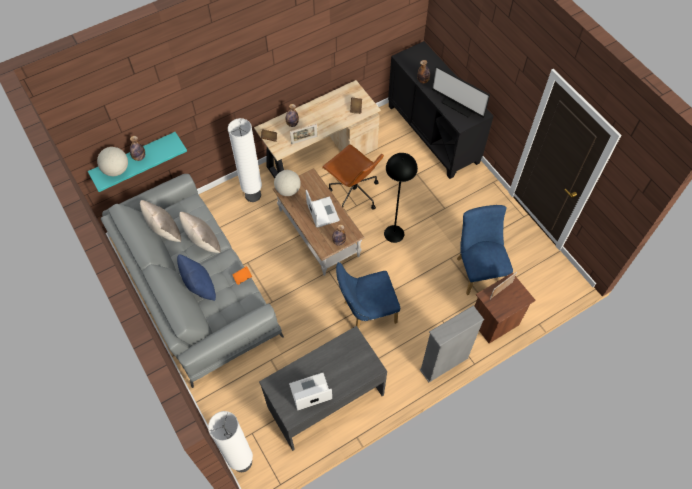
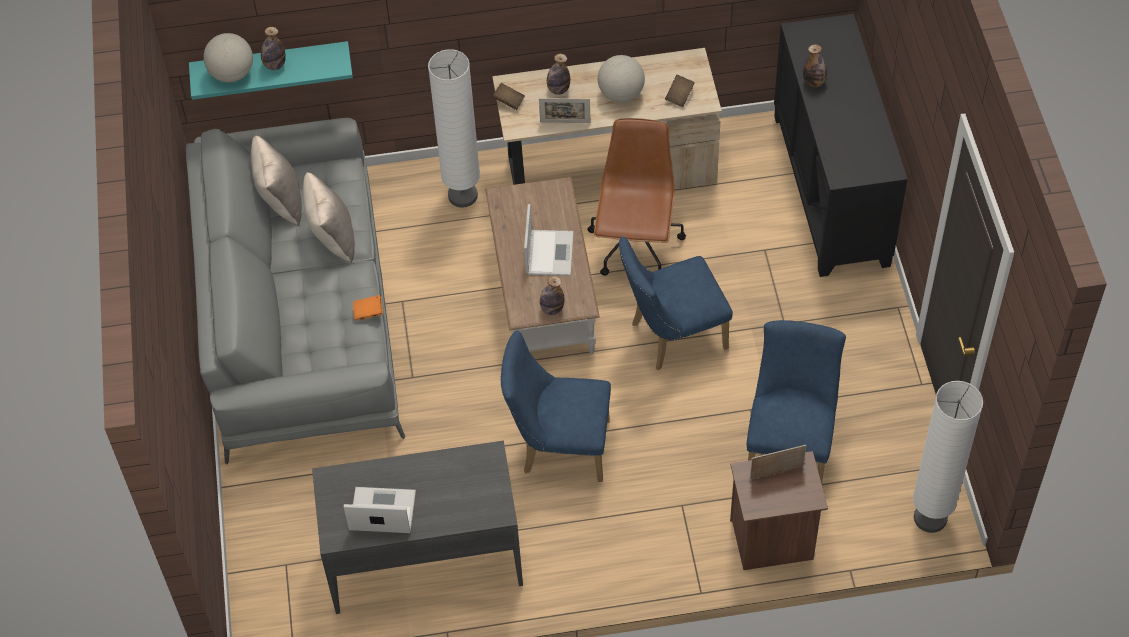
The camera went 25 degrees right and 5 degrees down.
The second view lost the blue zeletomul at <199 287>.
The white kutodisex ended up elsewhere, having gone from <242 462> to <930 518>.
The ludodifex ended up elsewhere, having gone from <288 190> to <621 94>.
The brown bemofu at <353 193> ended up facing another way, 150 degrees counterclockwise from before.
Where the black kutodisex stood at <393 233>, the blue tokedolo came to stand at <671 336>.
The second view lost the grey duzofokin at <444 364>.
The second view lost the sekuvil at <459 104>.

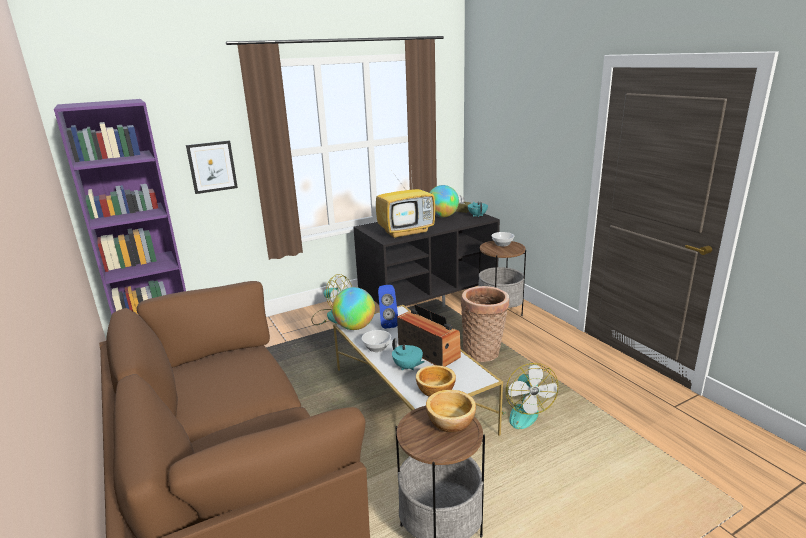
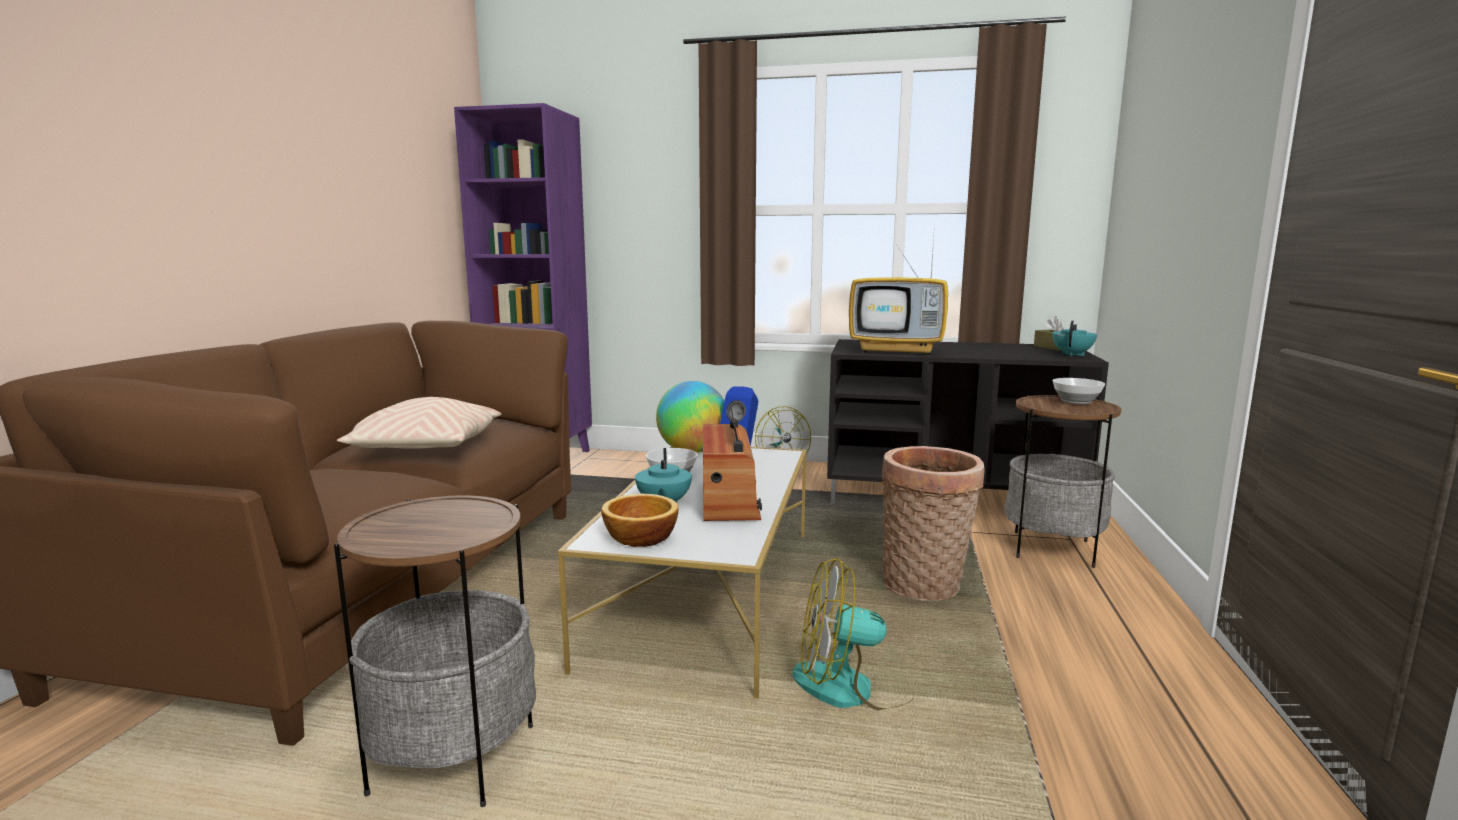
The camera went 40 degrees right and 10 degrees down.
The second view lost the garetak at <212 167>.
The second view lost the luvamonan at <451 421>.
The second view lost the ludodifex at <443 216>.
The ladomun at <520 412> ended up facing another way, 60 degrees clockwise from before.
The second view gained the beige zeletomul at <427 448>.

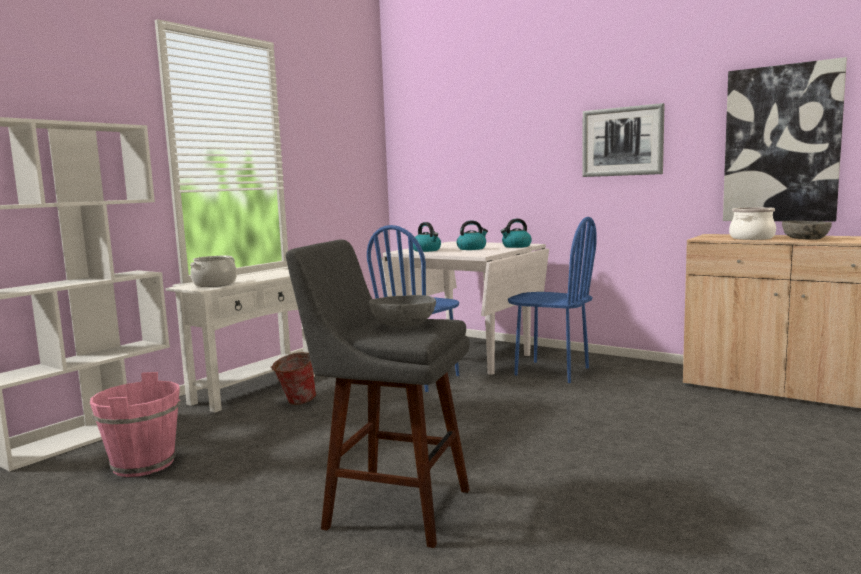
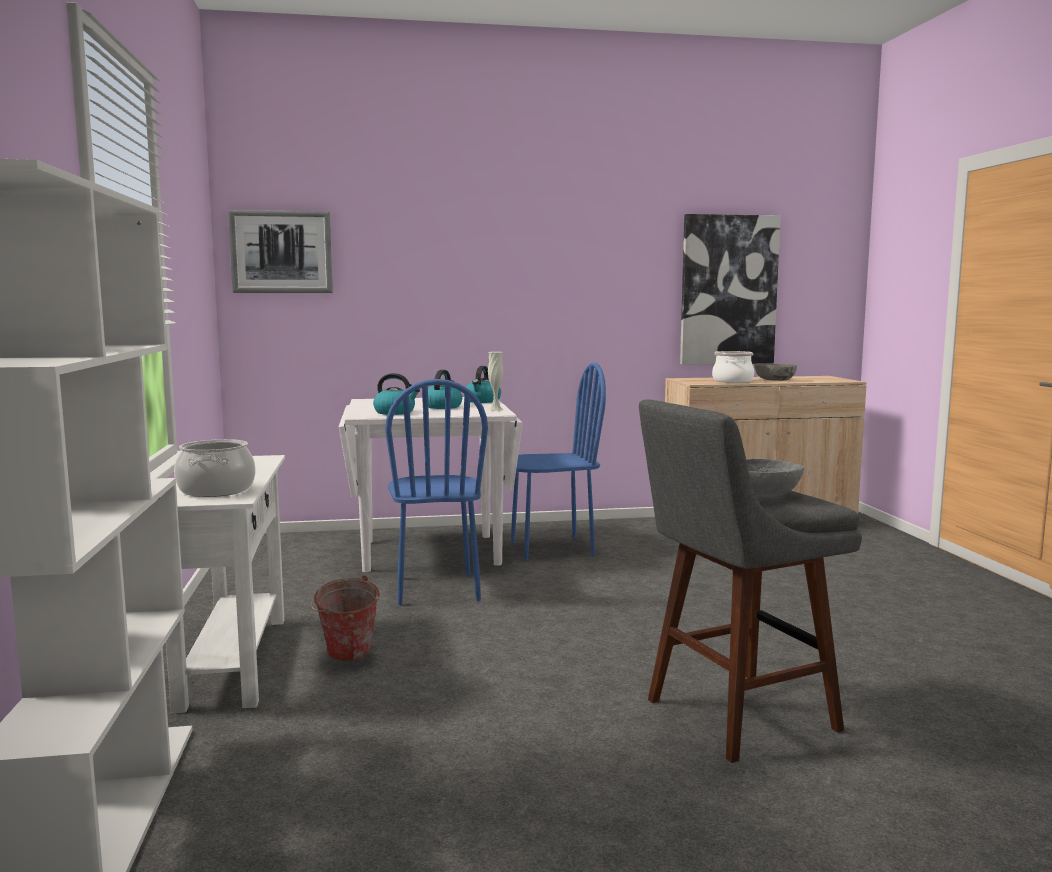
The camera went 45 degrees left and 0 degrees up.
The second view lost the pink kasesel at <144 464>.
The garetak ended up elsewhere, having gone from <622 141> to <281 252>.
The second view gained the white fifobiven at <495 409>.

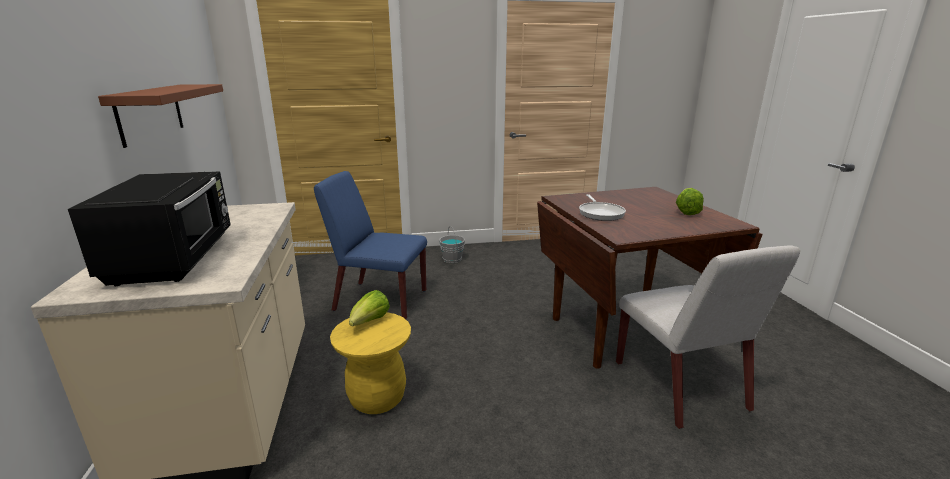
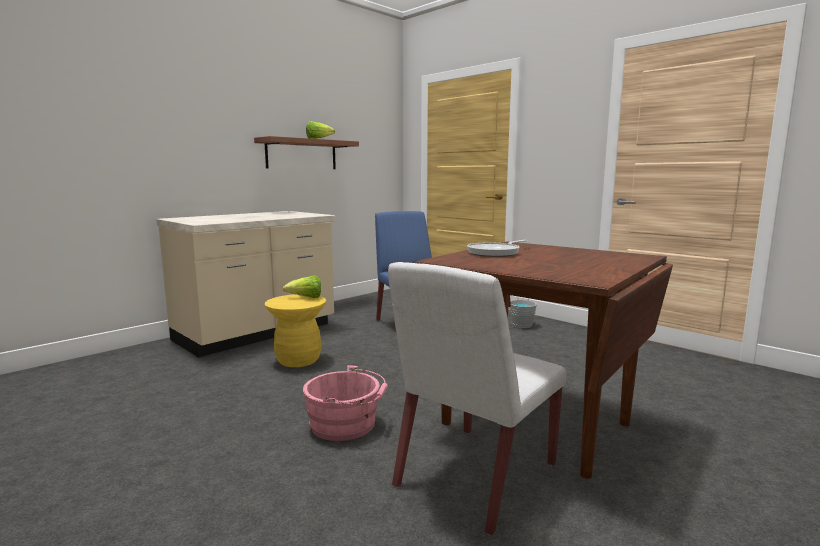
The camera went 55 degrees right and 10 degrees down.
The second view lost the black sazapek at <175 259>.
The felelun ended up elsewhere, having gone from <686 211> to <318 139>.
The second view gained the pink kasesel at <347 424>.

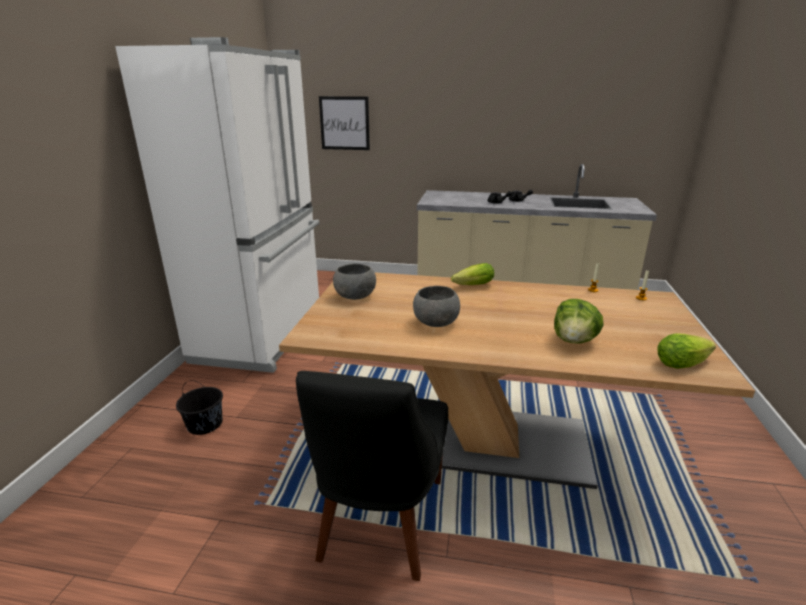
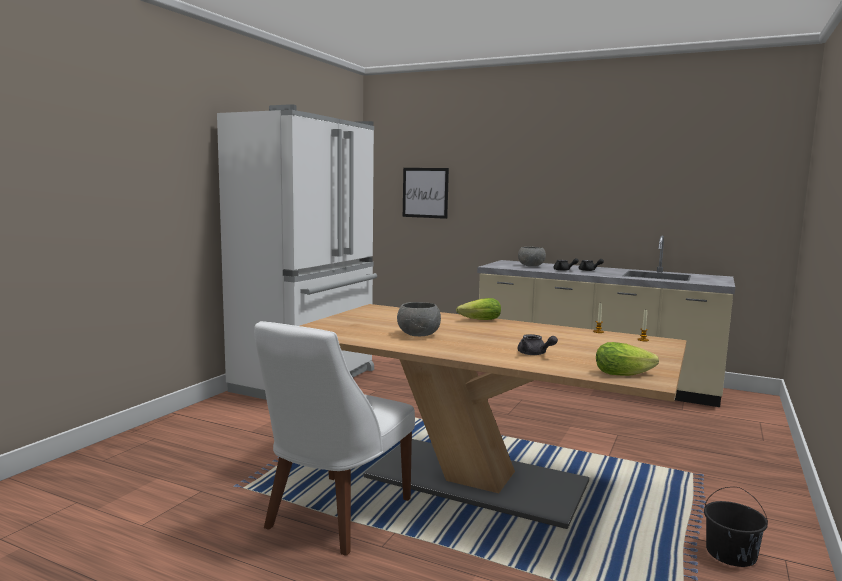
The camera went 15 degrees right and 15 degrees down.
The black kasesel ended up elsewhere, having gone from <205 424> to <731 554>.
What was the black tokedolo at <379 523> turned into the white tokedolo at <334 516>.
The grey luvamonan ended up elsewhere, having gone from <355 296> to <531 266>.
Where the felelun stood at <574 341>, the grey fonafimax came to stand at <534 354>.

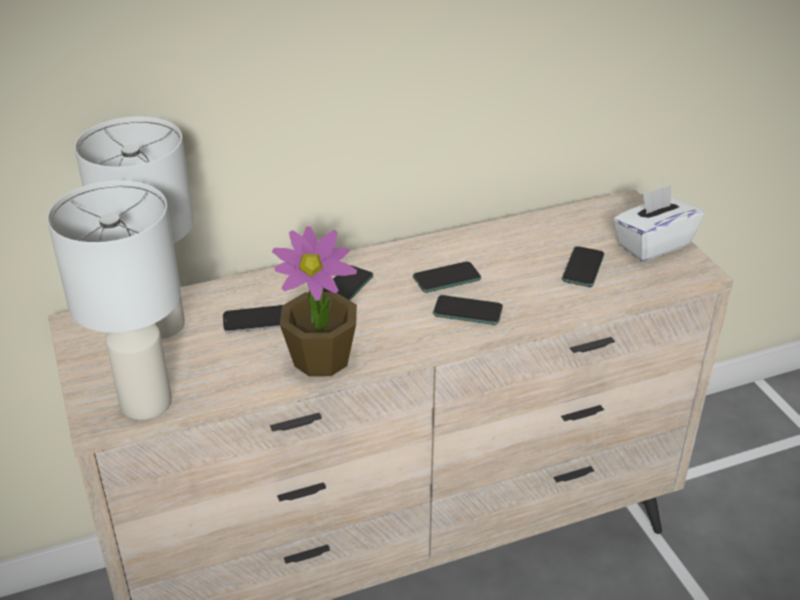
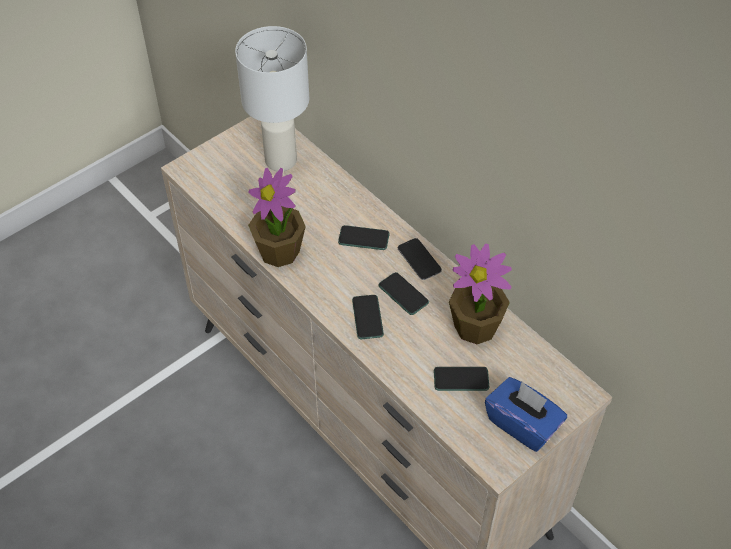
The camera went 70 degrees right and 15 degrees up.
The second view lost the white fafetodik at <146 401>.
The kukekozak ended up elsewhere, having gone from <257 320> to <419 260>.
What was the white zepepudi at <652 244> turned into the blue zepepudi at <522 424>.
The second view gained the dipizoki at <476 326>.

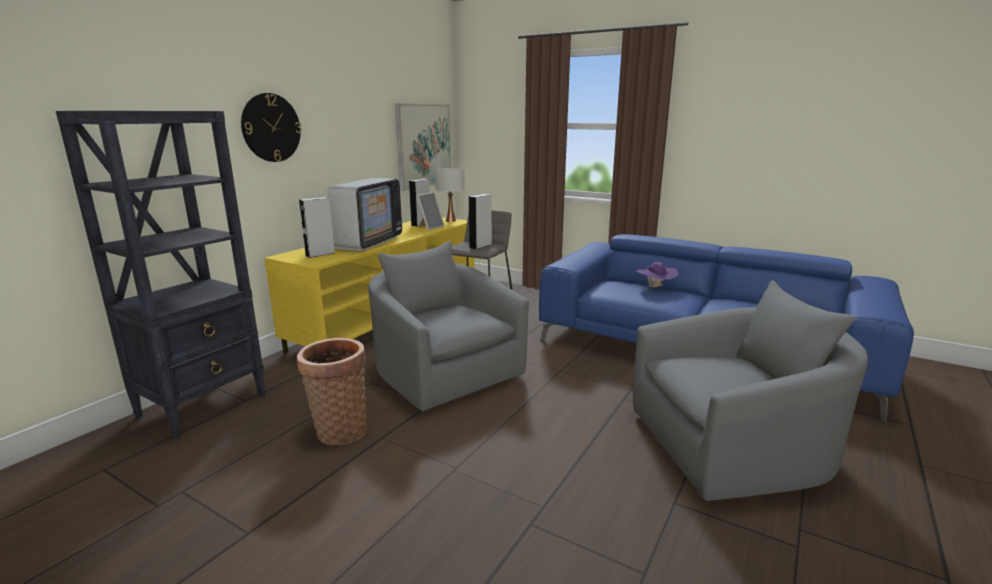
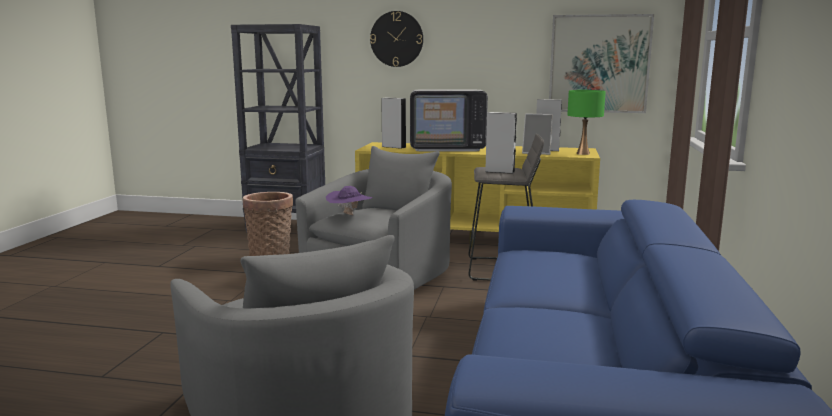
The camera went 70 degrees right and 5 degrees down.
What was the white fafetodik at <451 221> turned into the green fafetodik at <583 153>.
The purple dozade ended up elsewhere, having gone from <655 288> to <349 216>.

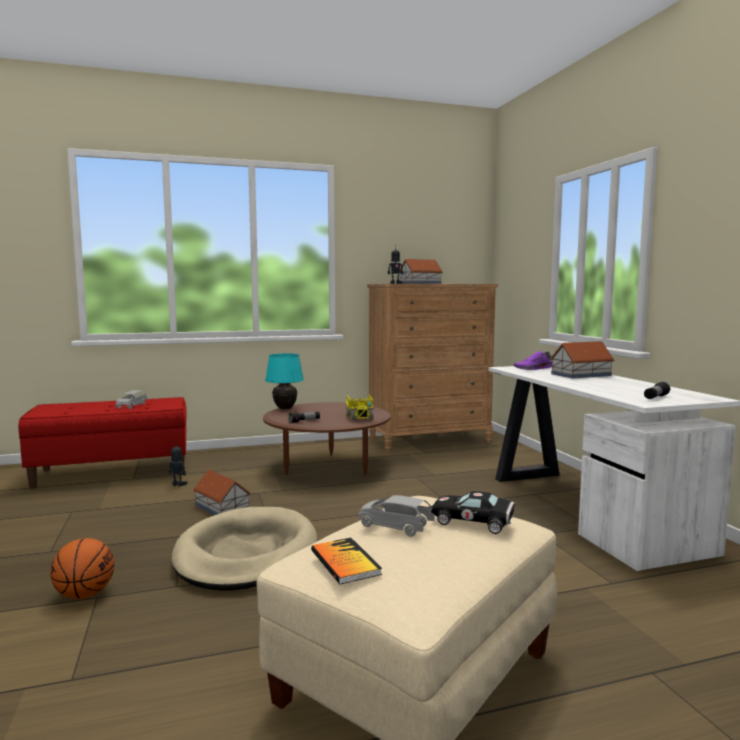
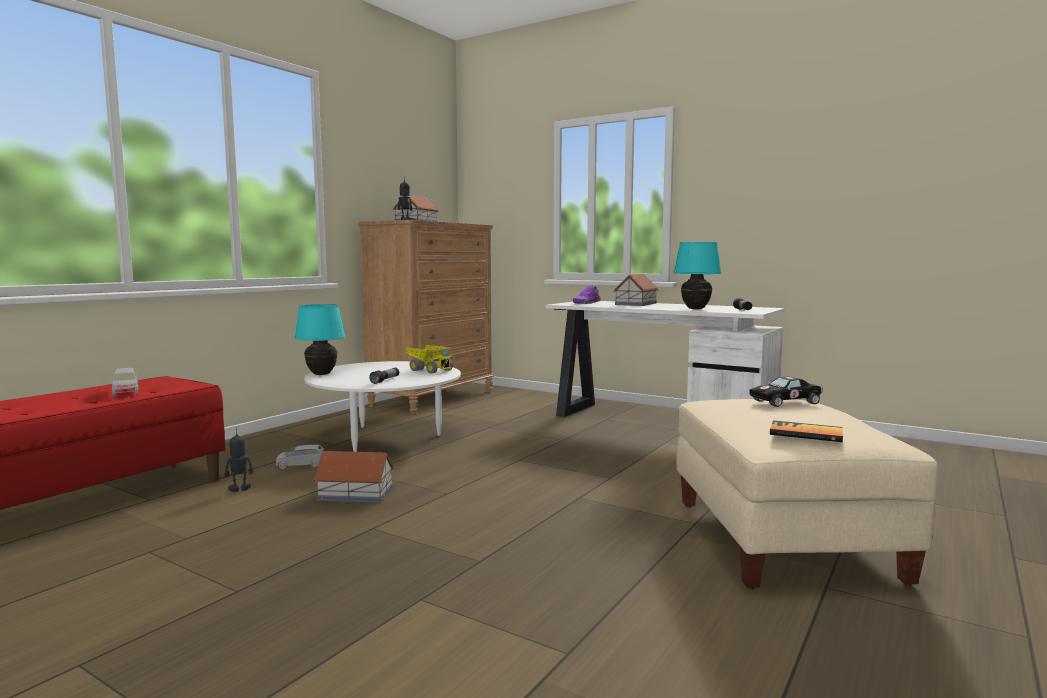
The camera went 40 degrees left and 0 degrees up.
The second view lost the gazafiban at <85 594>.
The second view lost the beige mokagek at <246 554>.
What was the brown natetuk at <327 467> turned into the white natetuk at <386 437>.
The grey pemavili ended up elsewhere, having gone from <394 526> to <300 465>.
The second view gained the turquoise fafetodik at <696 309>.

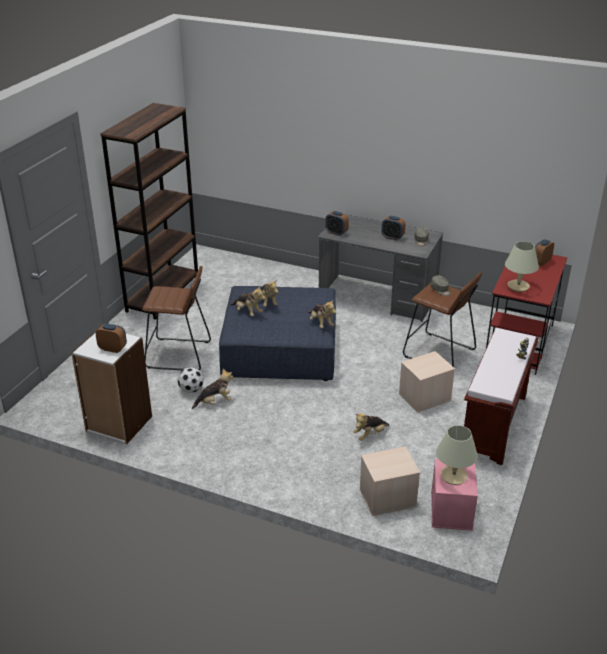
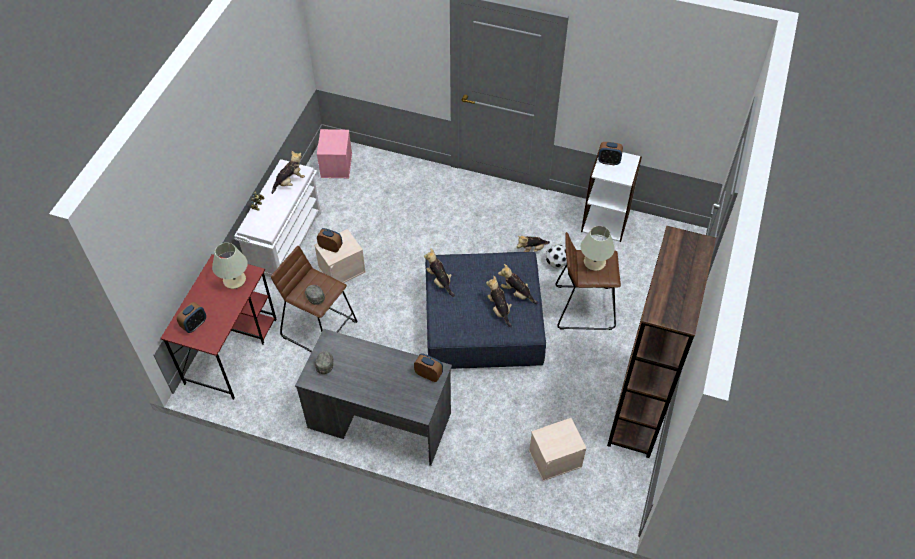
The camera went 175 degrees right and 20 degrees up.
The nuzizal ended up elsewhere, having gone from <370 435> to <290 182>.
The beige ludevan ended up elsewhere, having gone from <387 498> to <555 458>.
The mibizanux ended up elsewhere, having gone from <392 237> to <331 247>.
The beige fafetodik ended up elsewhere, having gone from <453 476> to <594 262>.
What was the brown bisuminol at <494 425> turned into the white bisuminol at <286 242>.

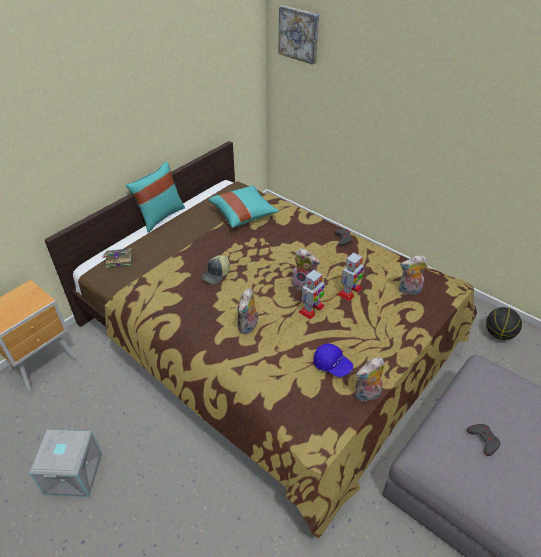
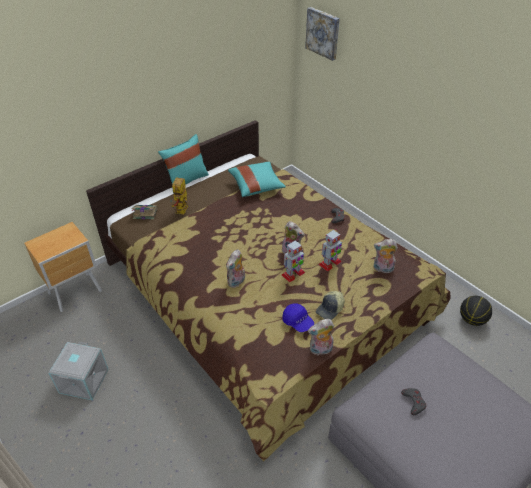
The camera went 10 degrees right and 0 degrees up.
The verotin ended up elsewhere, having gone from <217 274> to <330 309>.
The second view gained the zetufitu at <182 212>.

